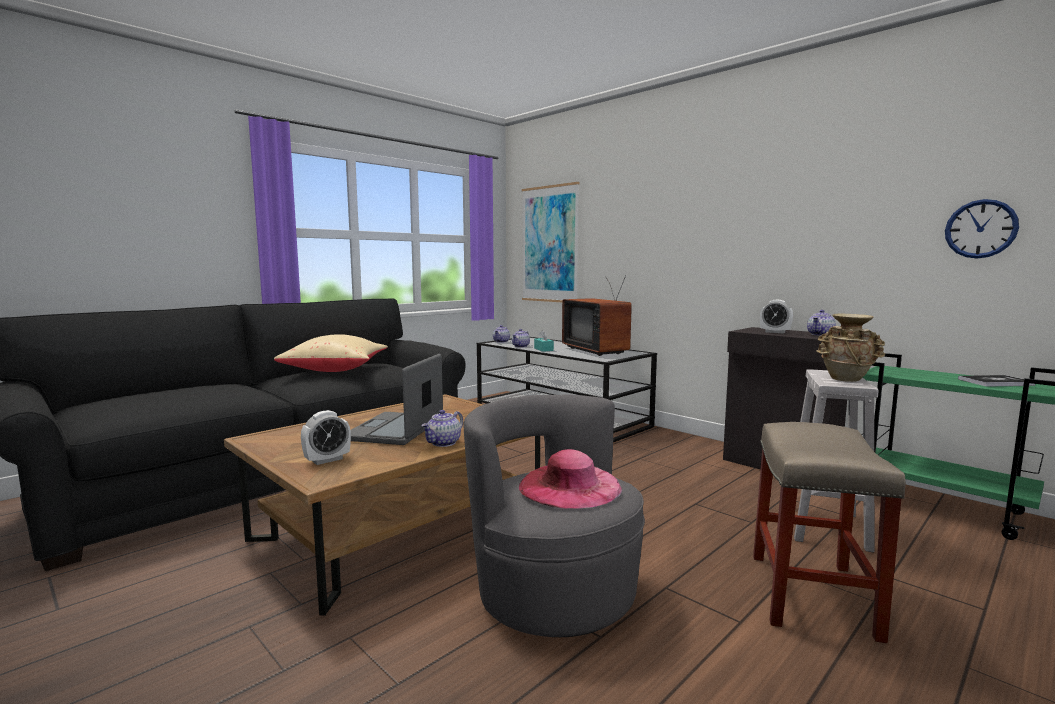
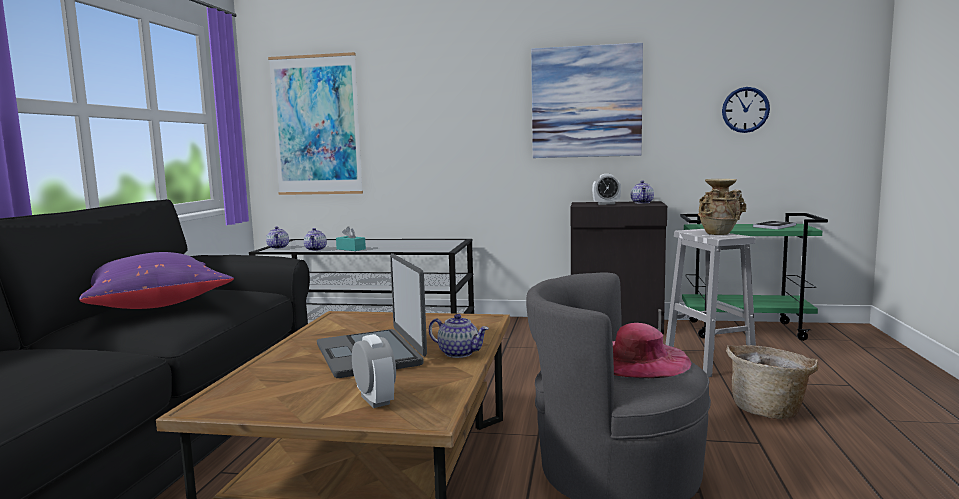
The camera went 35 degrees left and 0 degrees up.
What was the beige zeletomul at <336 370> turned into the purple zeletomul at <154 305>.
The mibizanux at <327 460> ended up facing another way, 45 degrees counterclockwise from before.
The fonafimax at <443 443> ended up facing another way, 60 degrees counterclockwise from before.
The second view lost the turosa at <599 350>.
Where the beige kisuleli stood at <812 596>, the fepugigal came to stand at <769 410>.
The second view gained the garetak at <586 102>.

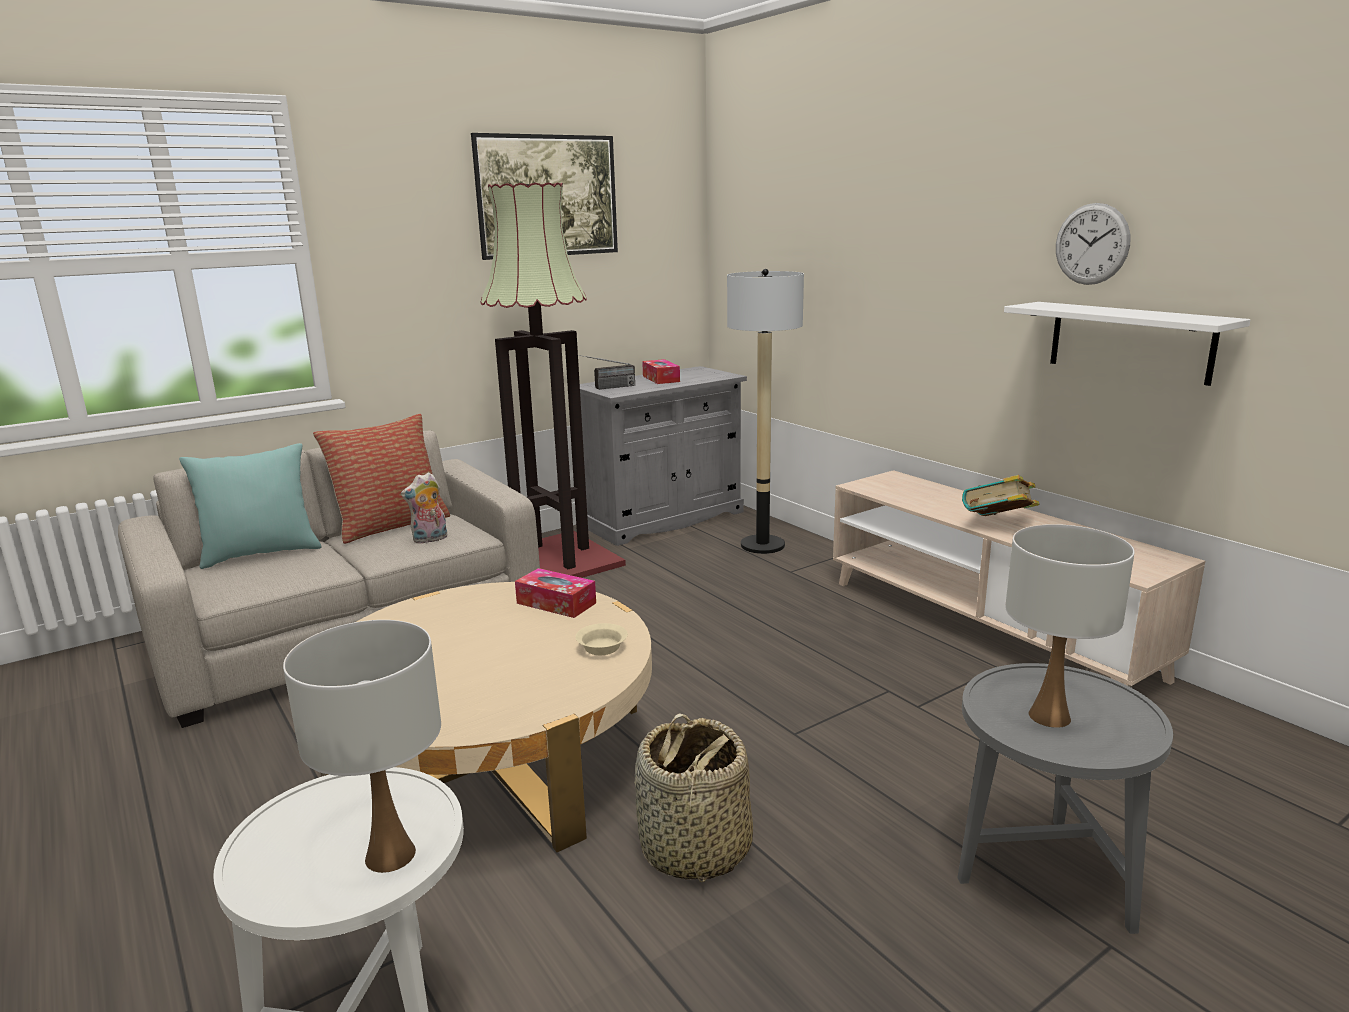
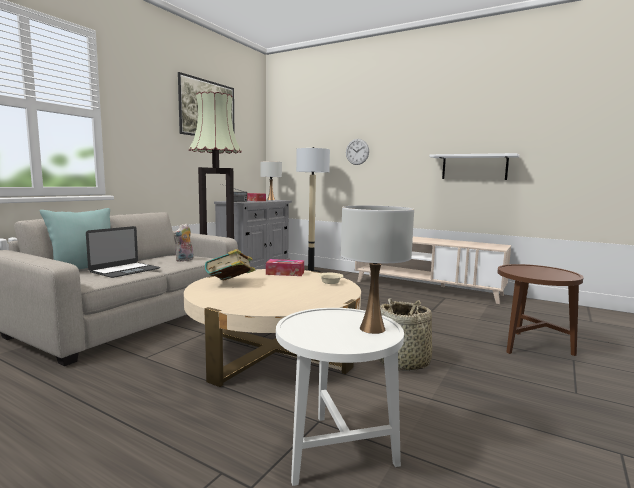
The camera went 25 degrees left and 10 degrees down.
The second view lost the zeletomul at <391 525>.
What was the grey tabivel at <1041 876> turned into the brown tabivel at <530 347>.
The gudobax ended up elsewhere, having gone from <998 525> to <230 284>.
The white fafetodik ended up elsewhere, having gone from <1048 716> to <270 200>.
The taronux ended up elsewhere, having gone from <1092 244> to <357 151>.
The second view gained the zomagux at <125 270>.

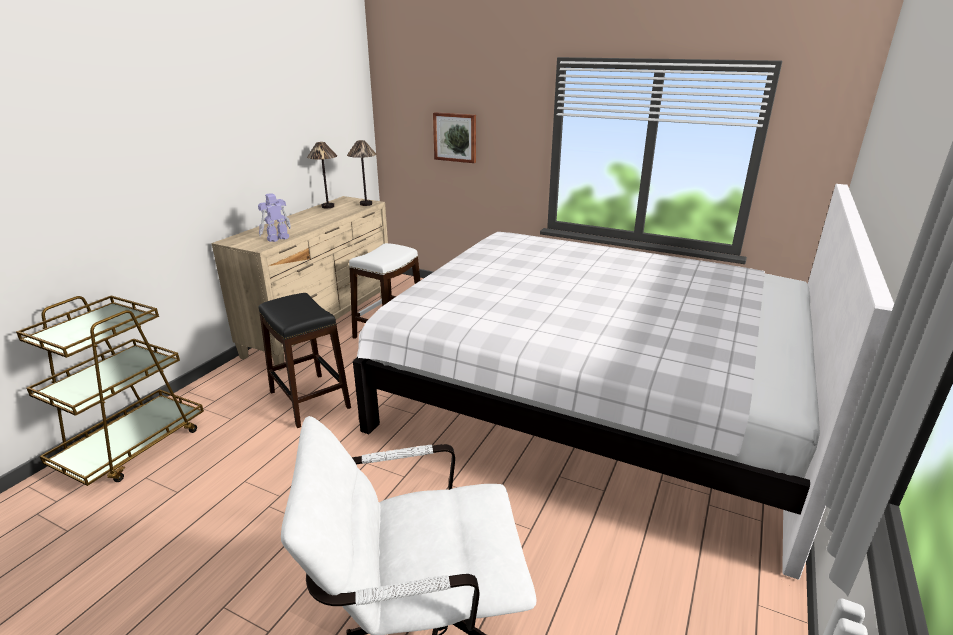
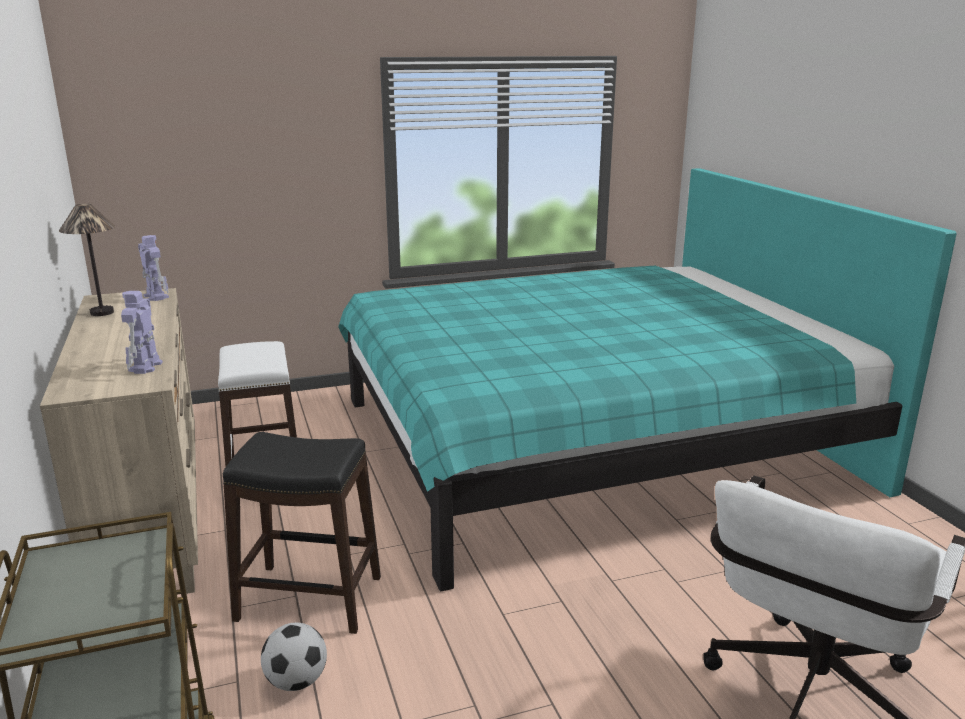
The camera went 45 degrees left and 5 degrees down.
Where the fafetodik stood at <366 204>, the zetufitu came to stand at <156 296>.
What was the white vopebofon at <595 395> turned into the turquoise vopebofon at <590 442>.
The second view lost the garetak at <455 137>.
The second view gained the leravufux at <296 681>.

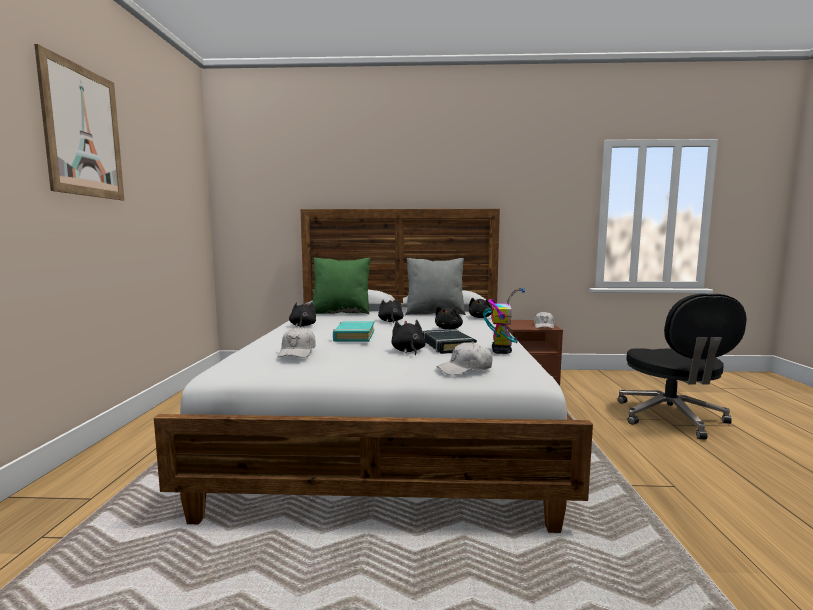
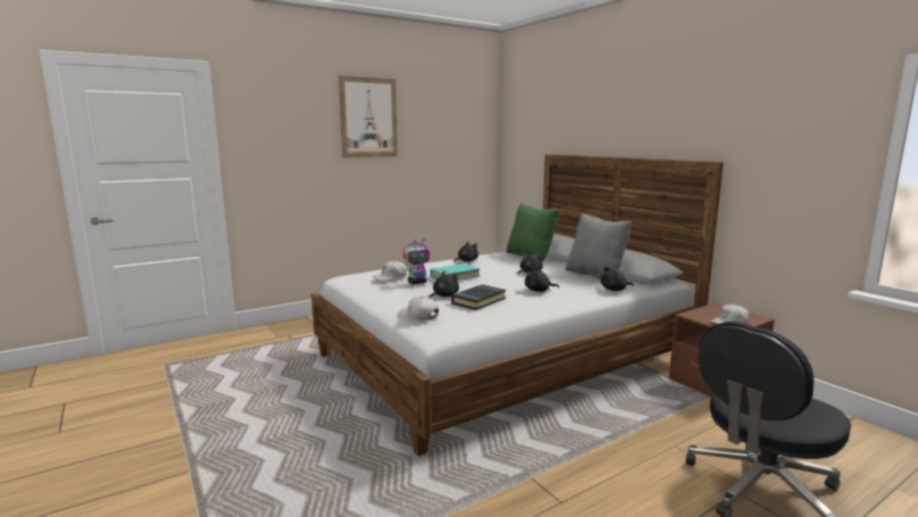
The camera went 55 degrees right and 5 degrees up.
The zetufitu ended up elsewhere, having gone from <501 351> to <417 282>.

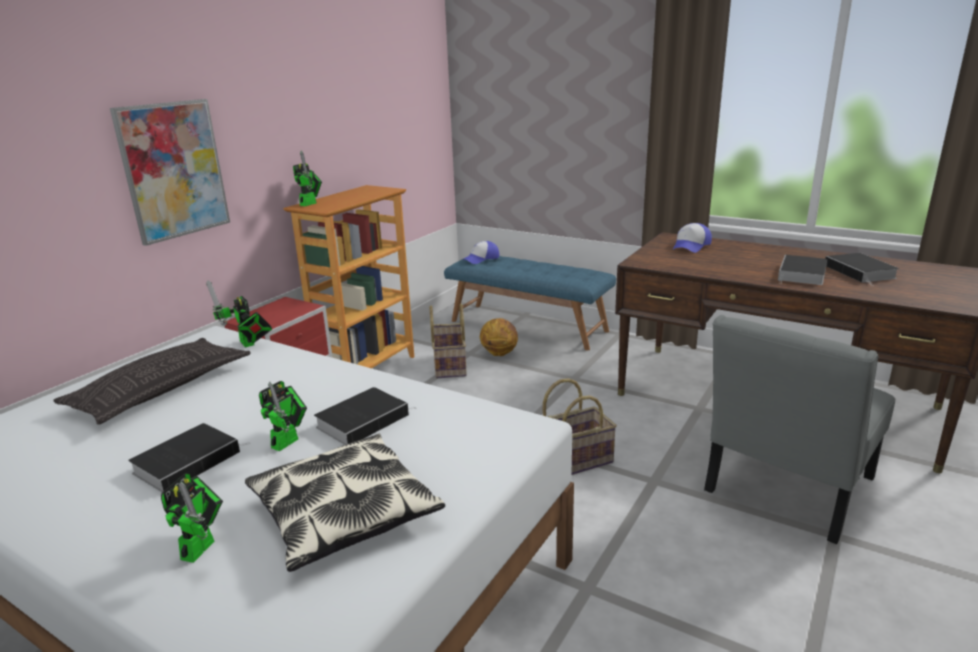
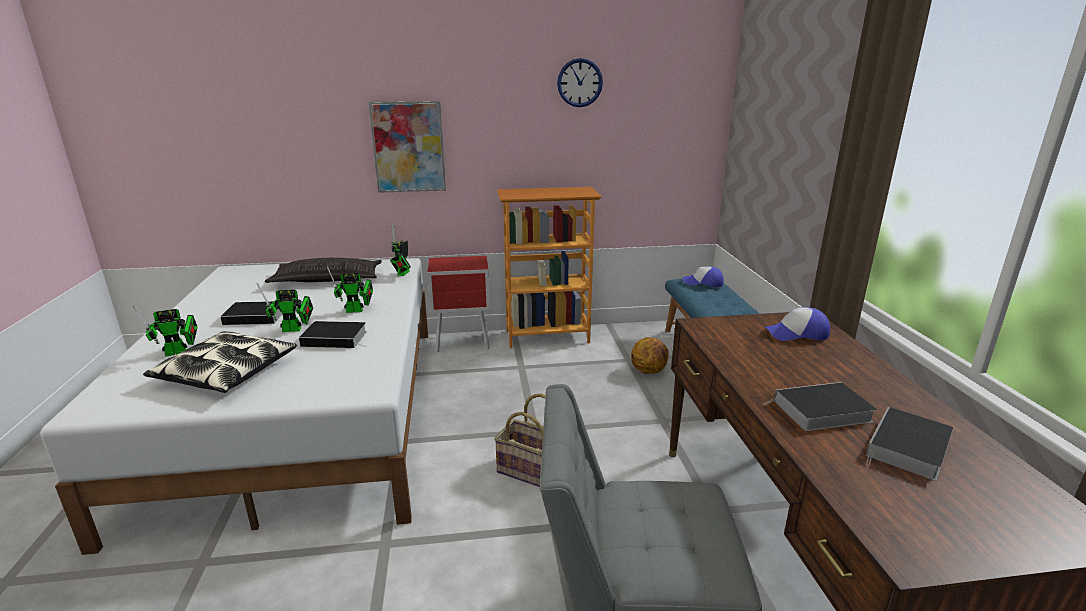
The camera went 50 degrees right and 0 degrees up.
The zetufitu ended up elsewhere, having gone from <310 203> to <357 310>.
The second view lost the fepugigal at <448 365>.
The second view gained the taronux at <579 83>.

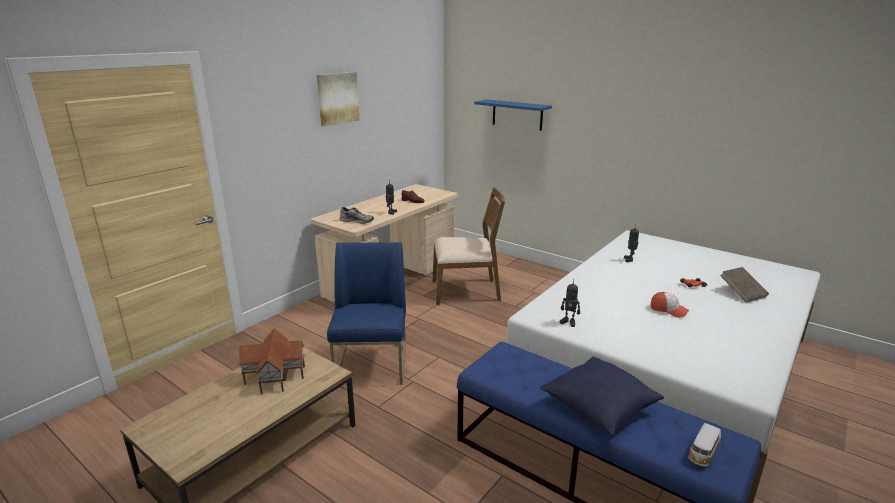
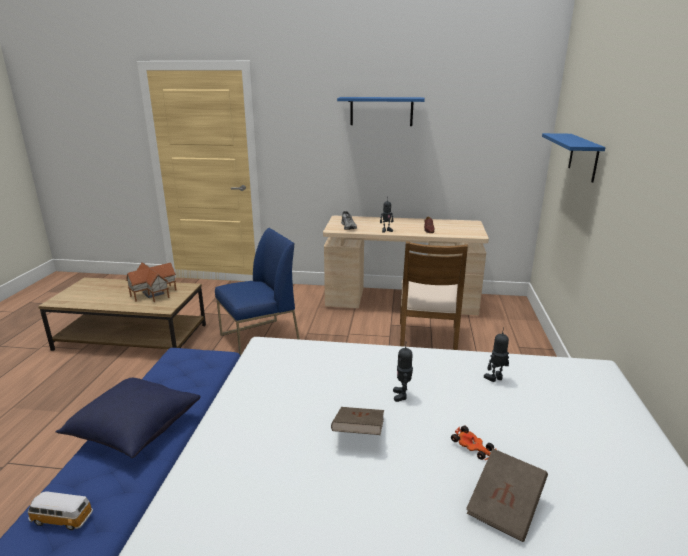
The camera went 60 degrees right and 0 degrees up.
Where the garetak hung at <337 98>, the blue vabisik came to hang at <381 111>.
The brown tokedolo at <466 291> ended up facing another way, 45 degrees clockwise from before.
The zetufitu ended up elsewhere, having gone from <568 322> to <402 395>.
Where the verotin stood at <668 310>, the brown gudobax came to stand at <358 433>.

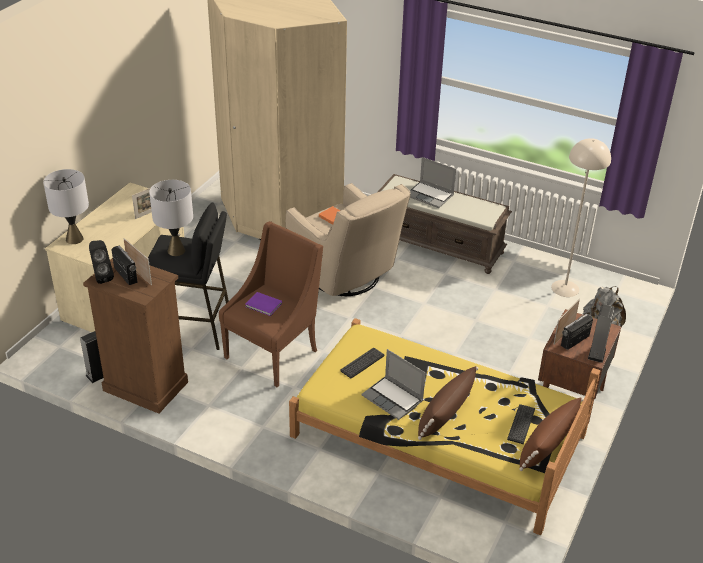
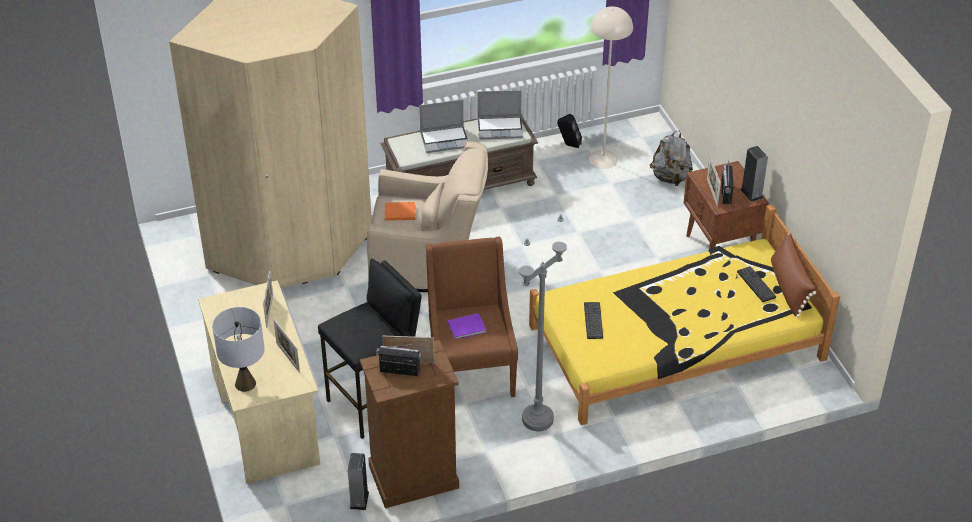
The camera went 45 degrees left and 5 degrees up.
The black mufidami ended up elsewhere, having gone from <101 277> to <568 145>.
The second view lost the grey fafetodik at <176 251>.
The zomagux ended up elsewhere, having gone from <393 399> to <500 128>.
The second view lost the brown zeletomul at <445 414>.
The second view gained the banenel at <288 358>.
The second view gained the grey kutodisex at <537 419>.

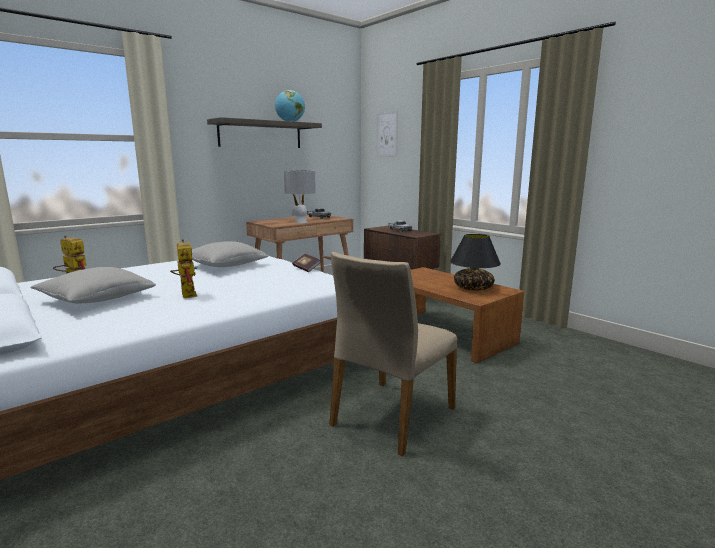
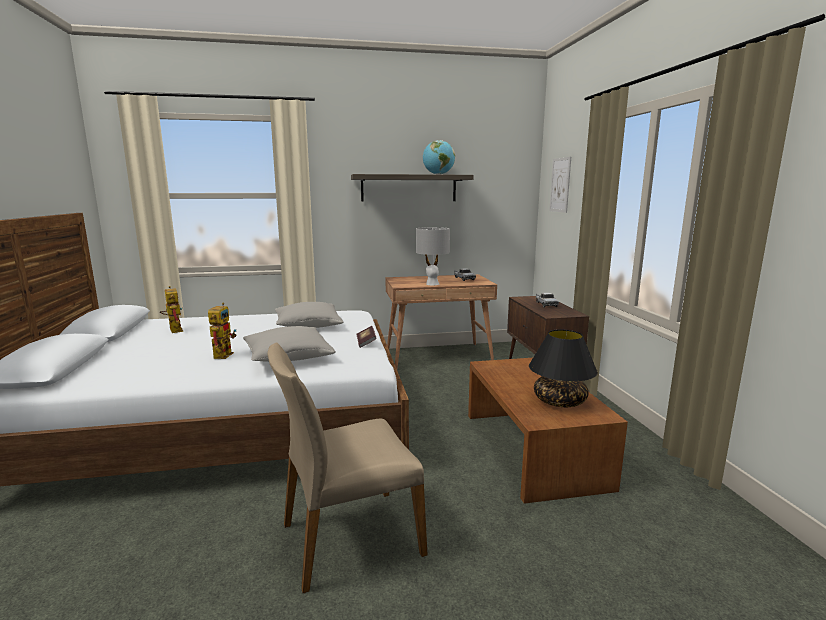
The camera went 30 degrees right and 0 degrees up.
The grey zeletomul ended up elsewhere, having gone from <96 299> to <288 357>.

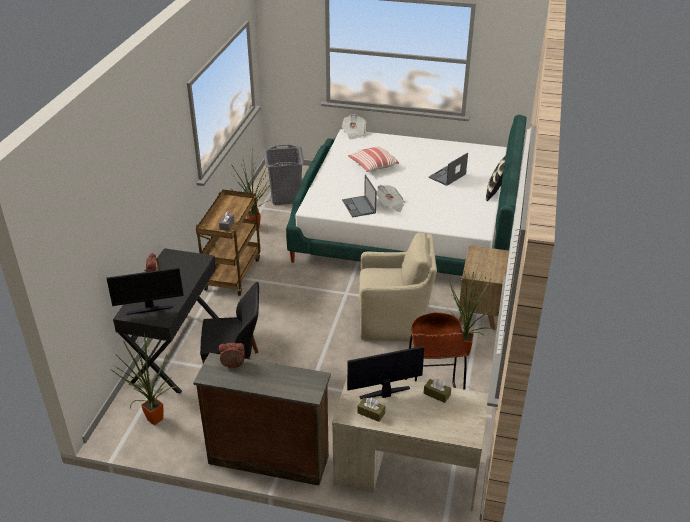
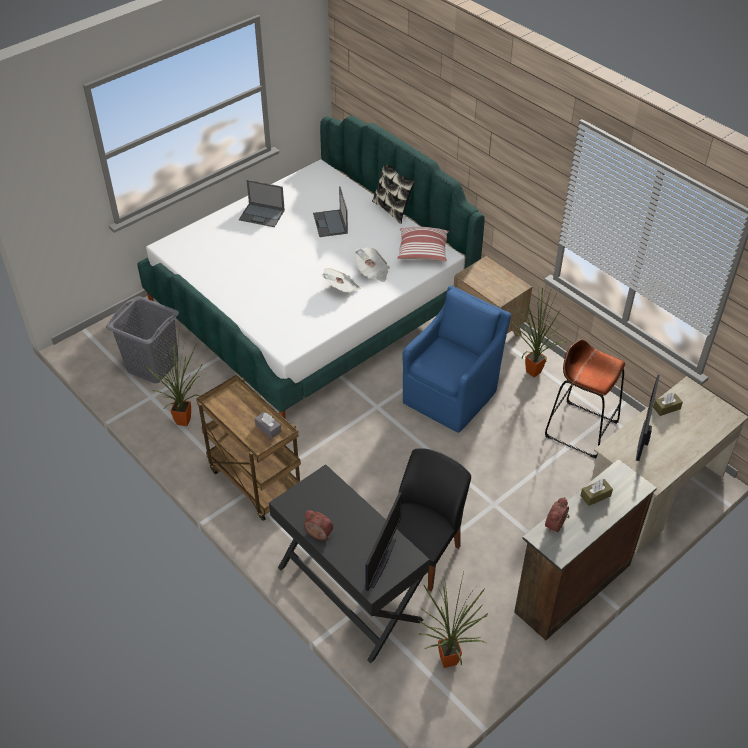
The camera went 55 degrees left and 10 degrees up.
The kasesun ended up elsewhere, having gone from <354 133> to <372 272>.
The zomagux ended up elsewhere, having gone from <359 207> to <262 215>.
The zeletomul ended up elsewhere, having gone from <372 165> to <423 252>.
The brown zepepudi ended up elsewhere, having gone from <371 413> to <595 496>.
What was the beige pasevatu at <394 321> turned into the blue pasevatu at <452 395>.

